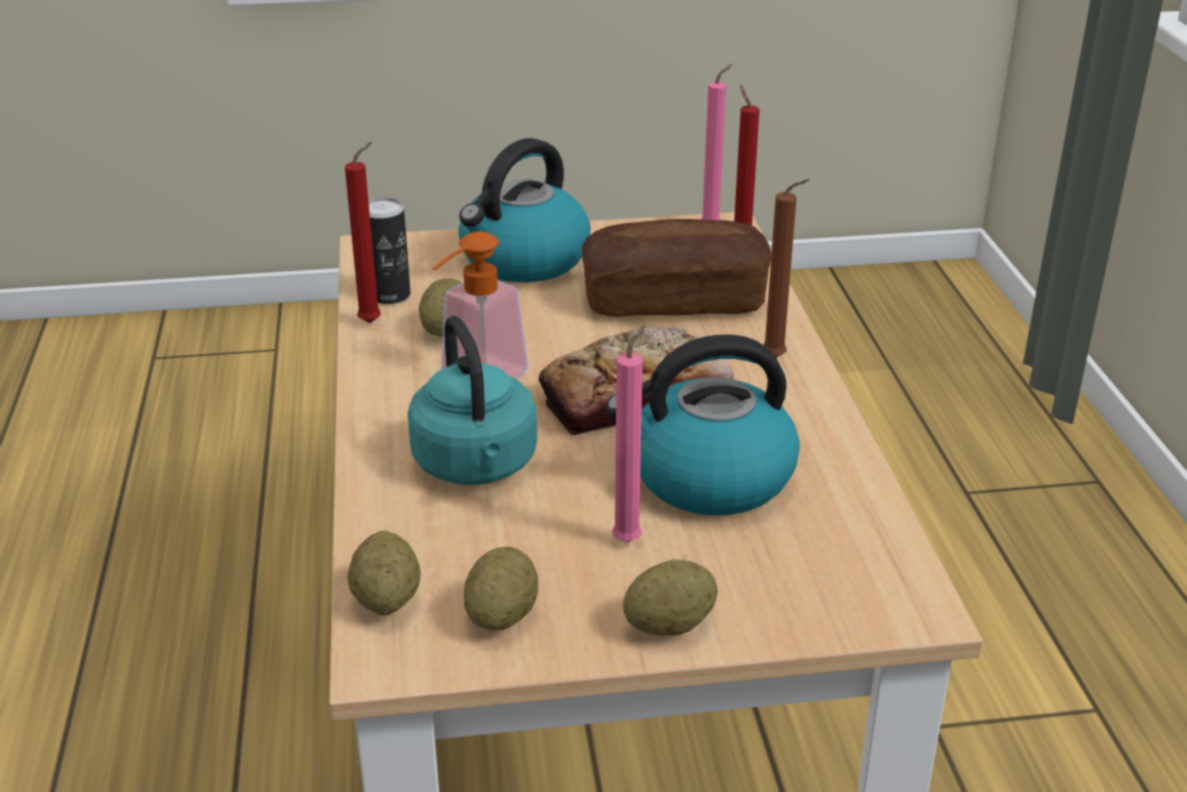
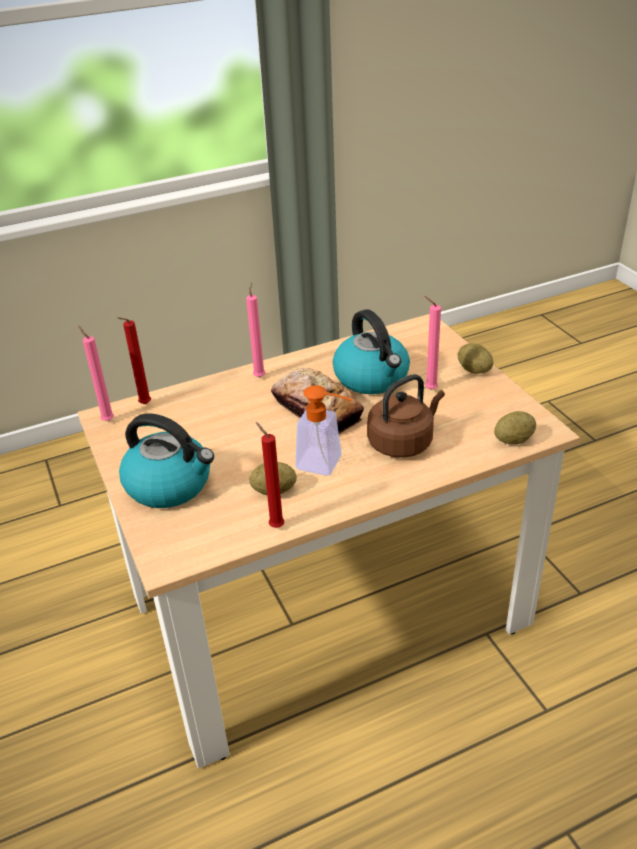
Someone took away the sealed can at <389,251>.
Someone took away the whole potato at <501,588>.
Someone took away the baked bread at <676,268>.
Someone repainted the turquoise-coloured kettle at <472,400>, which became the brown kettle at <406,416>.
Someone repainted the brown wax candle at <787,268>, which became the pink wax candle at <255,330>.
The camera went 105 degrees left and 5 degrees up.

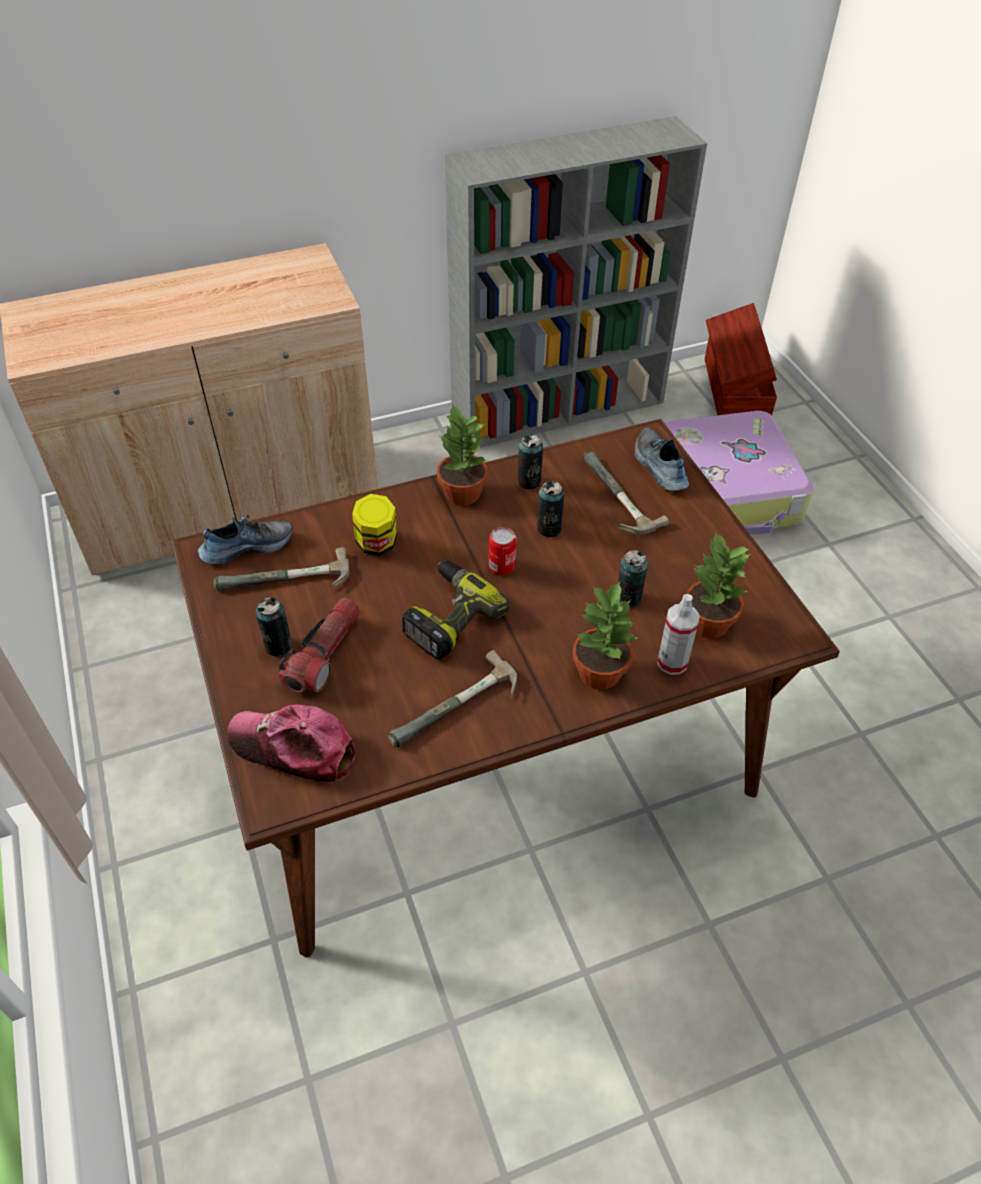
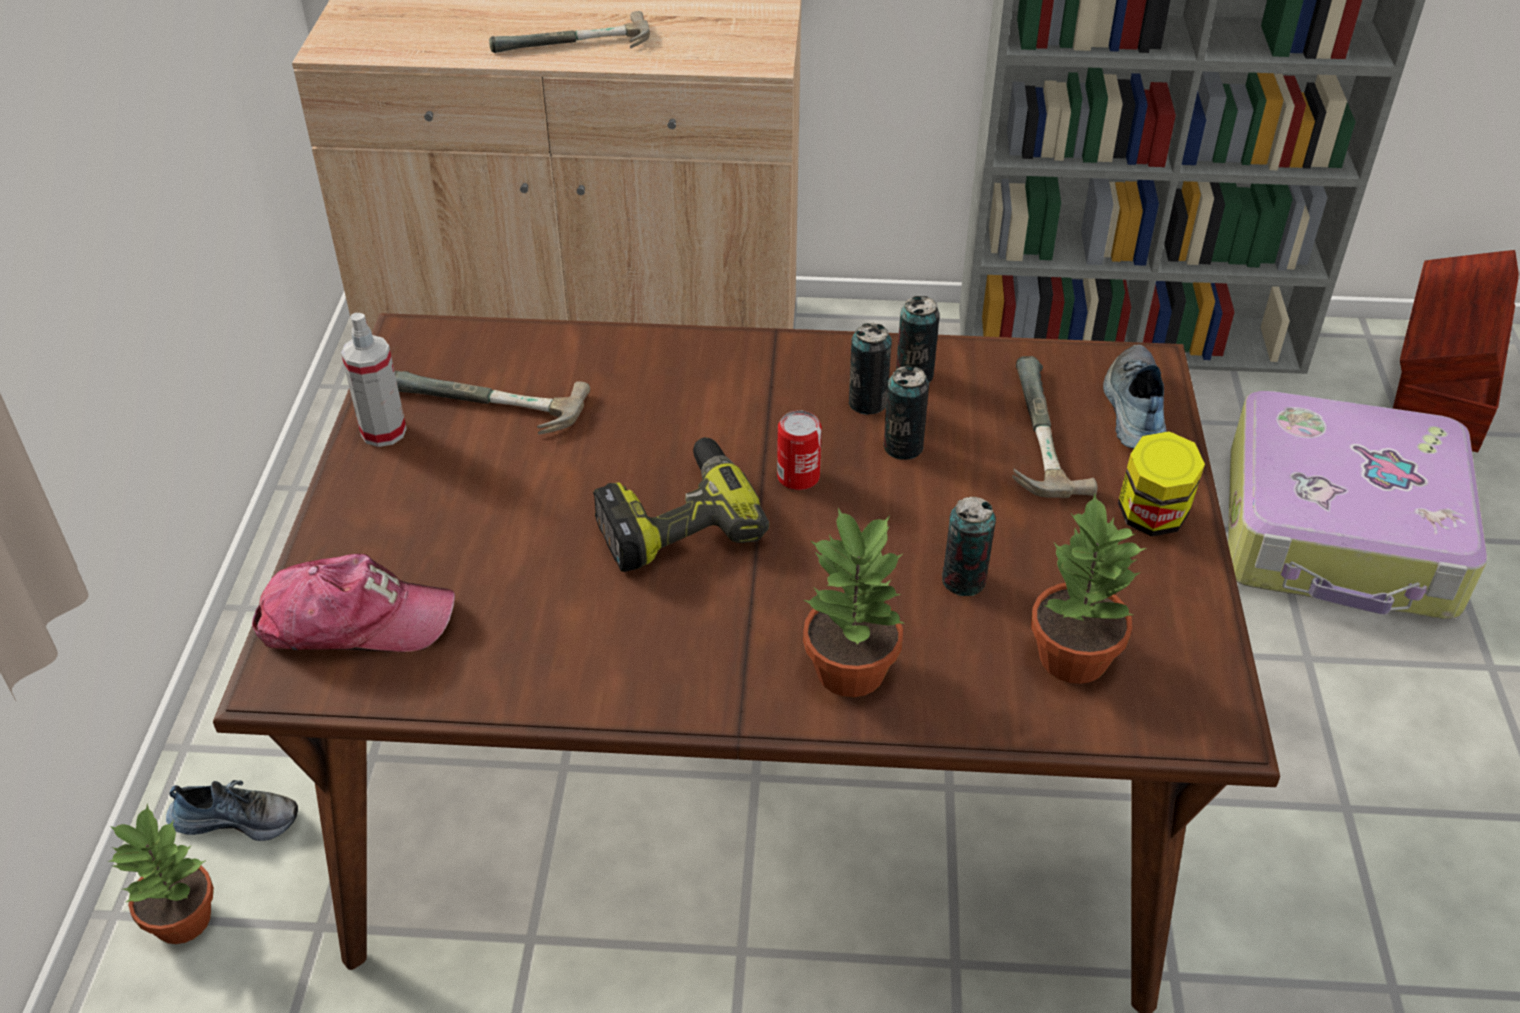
Someone took away the flashlight at <319,645>.
Someone carried the item of footwear from <245,540> to <232,810>.
Someone carried the sealed can from <274,626> to <870,369>.
Someone carried the storage jar from <374,525> to <1161,484>.
Someone carried the hand hammer from <452,698> to <569,32>.
Someone carried the potted plant from <462,454> to <161,873>.
Someone carried the spray bottle from <678,634> to <374,380>.
Someone rotated the baseball cap at <292,742> by 135 degrees clockwise.
The camera went 25 degrees right and 5 degrees down.

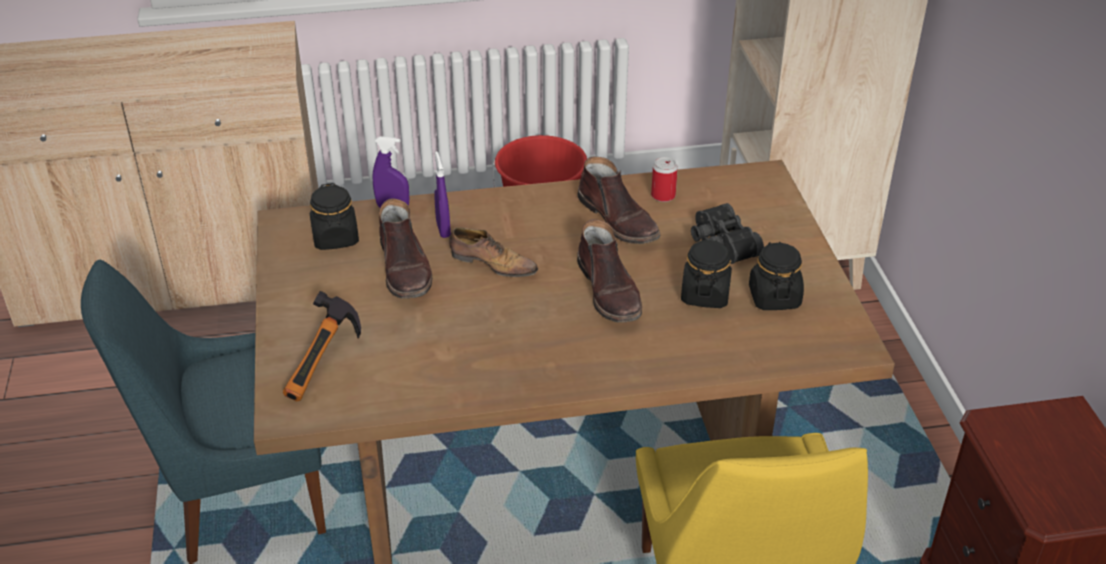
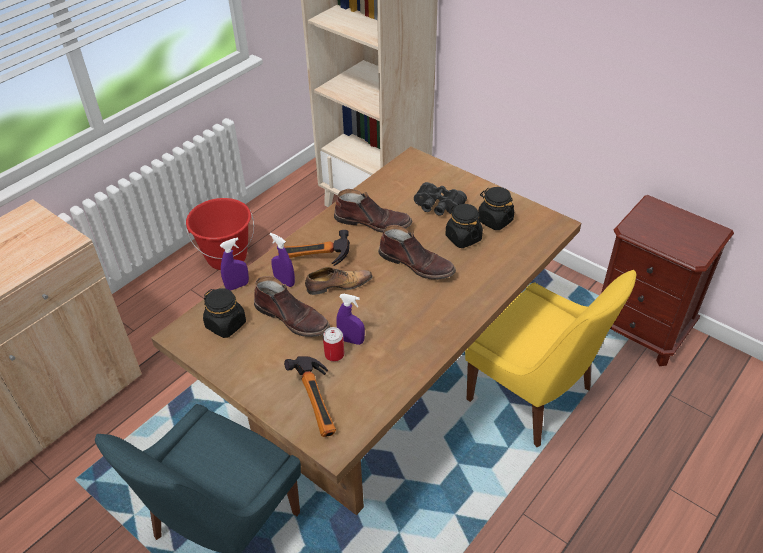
Someone put down the hand hammer at <314,248>.
Someone put down the purple-coloured spray bottle at <350,319>.
Someone carried the sealed can from <664,179> to <333,344>.
The camera went 40 degrees left and 5 degrees up.

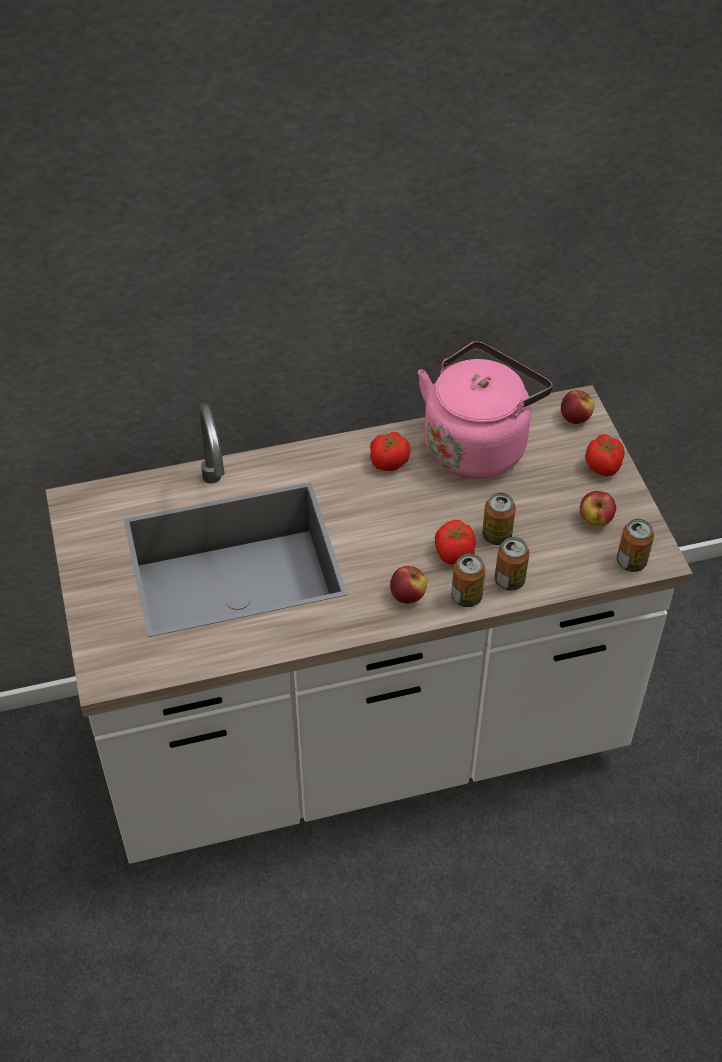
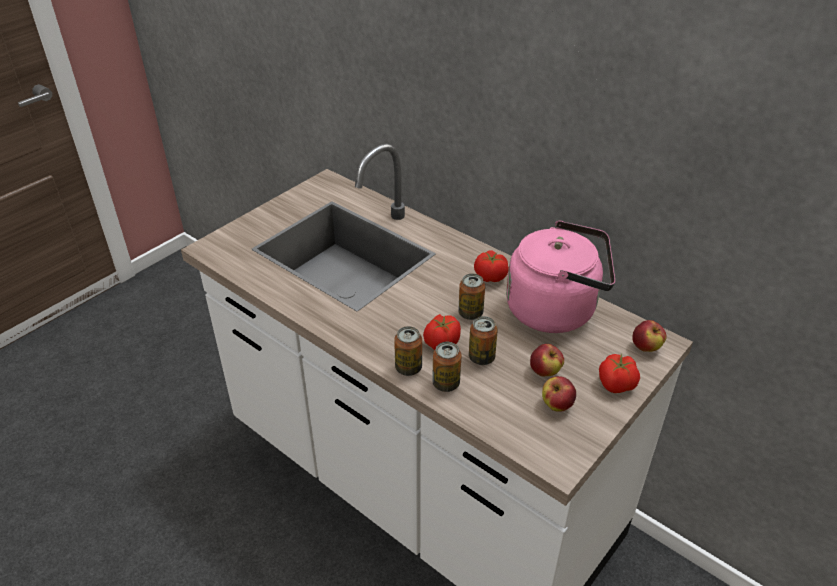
Someone carried the apple fruit from <408,585> to <547,360>.
Someone carried the sealed can from <635,545> to <471,297>.
The camera went 55 degrees right and 10 degrees down.

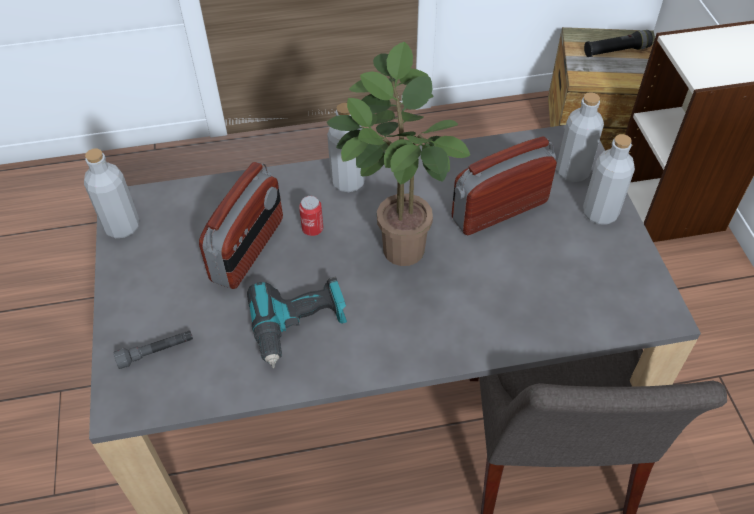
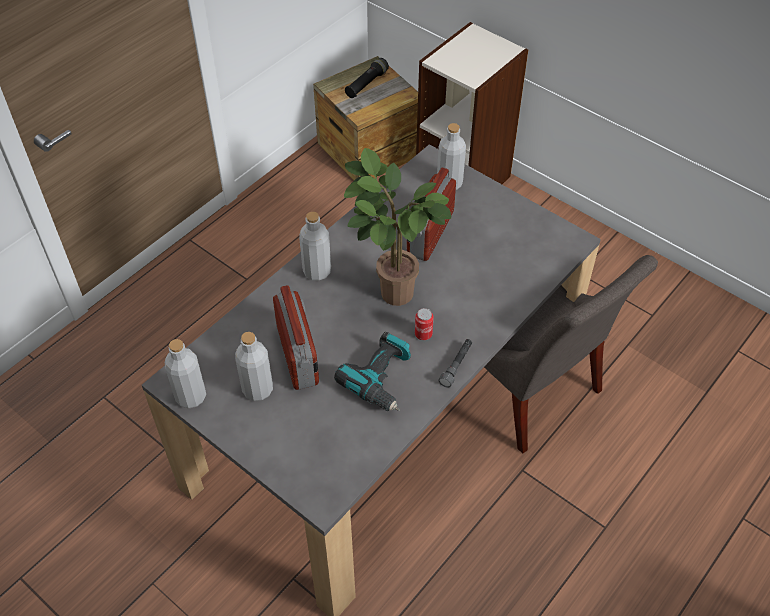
Someone carried the greyish flashlight from <153,349> to <455,363>.
Someone carried the sealed can from <311,216> to <424,324>.
Someone carried the greyish beverage bottle from <609,179> to <254,366>.
The camera went 40 degrees left and 0 degrees up.

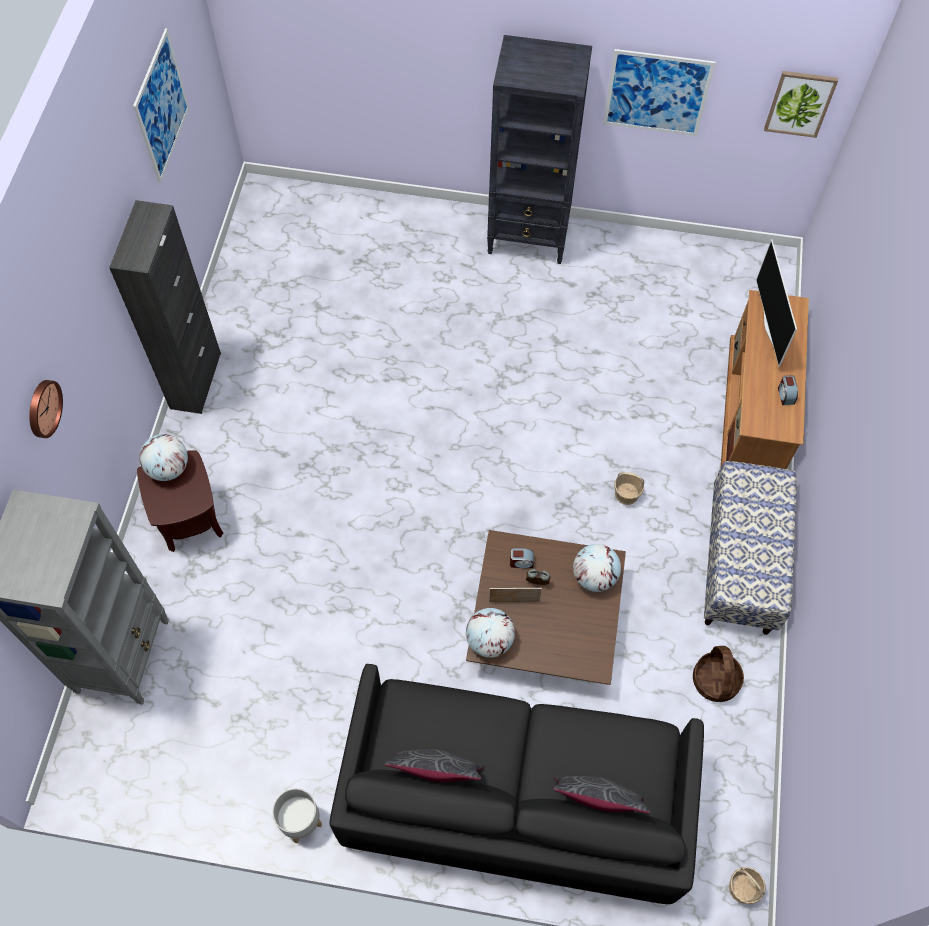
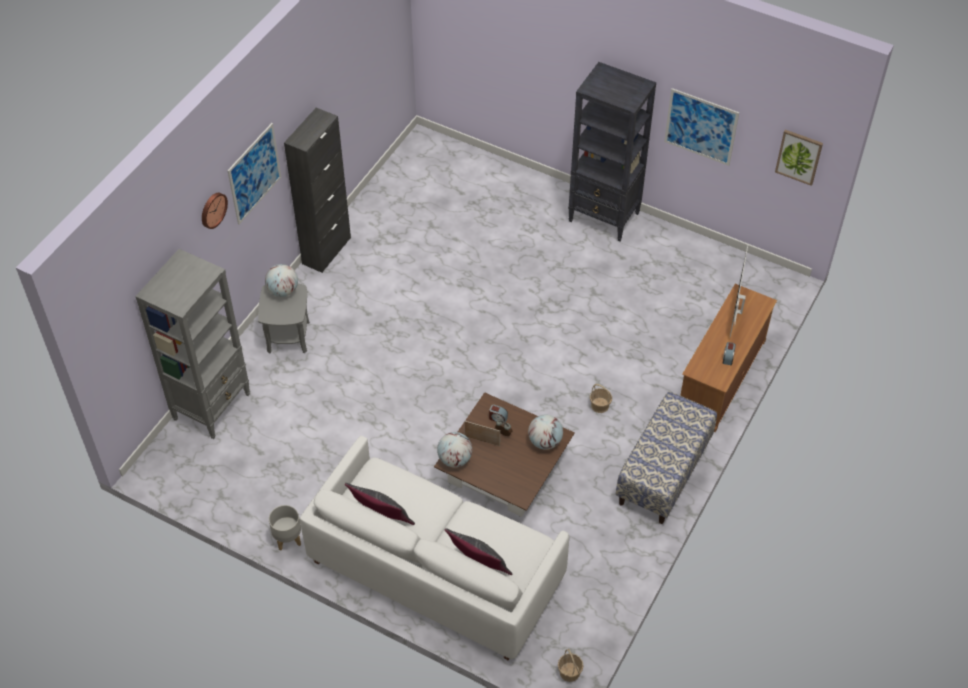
Someone took away the storage basket at <718,674>.
Someone carried the picture from <161,105> to <254,173>.
Someone repainted the brown side table at <180,501>, which became the greyish side table at <284,318>.
Someone repainted the blackish couch at <517,784>, which became the whitish couch at <434,548>.
The camera went 20 degrees right and 10 degrees down.

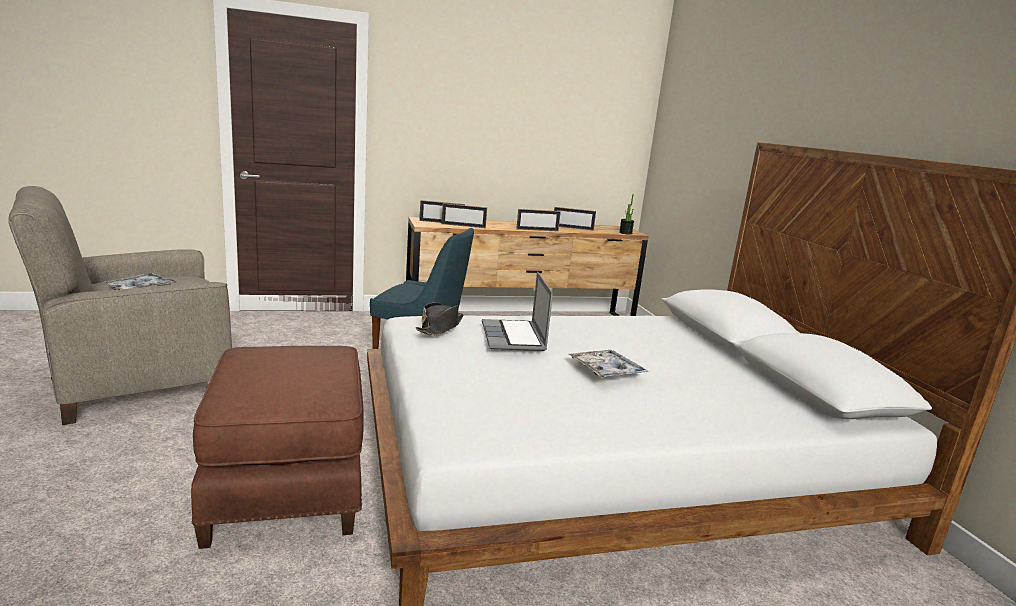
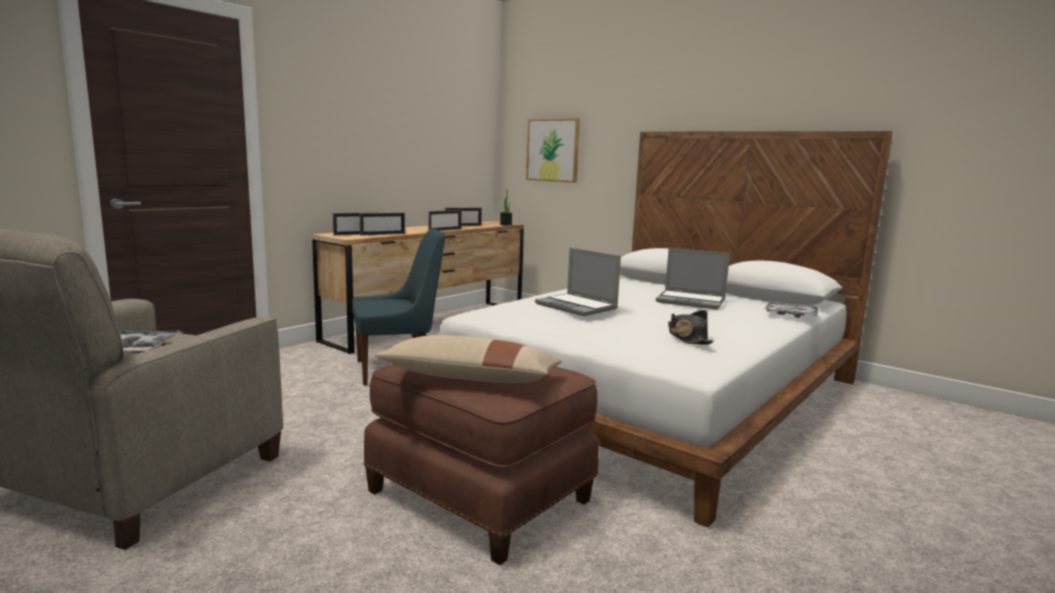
Someone put down the sand-coloured pillow at <468,359>.
Someone put up the picture at <553,150>.
Someone put down the portable computer at <693,279>.
Someone carried the blackish hat from <440,318> to <690,327>.
Someone carried the serving tray from <609,364> to <791,310>.
The camera went 35 degrees left and 5 degrees down.

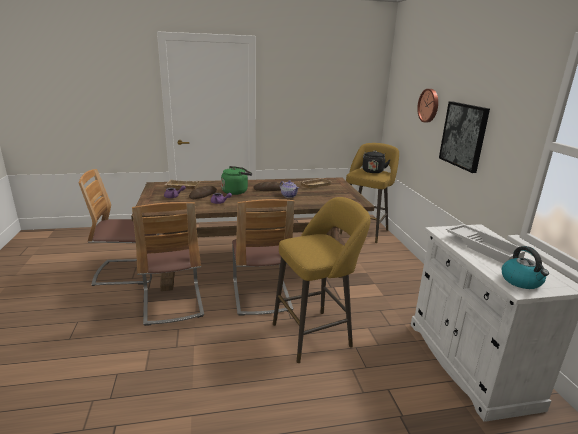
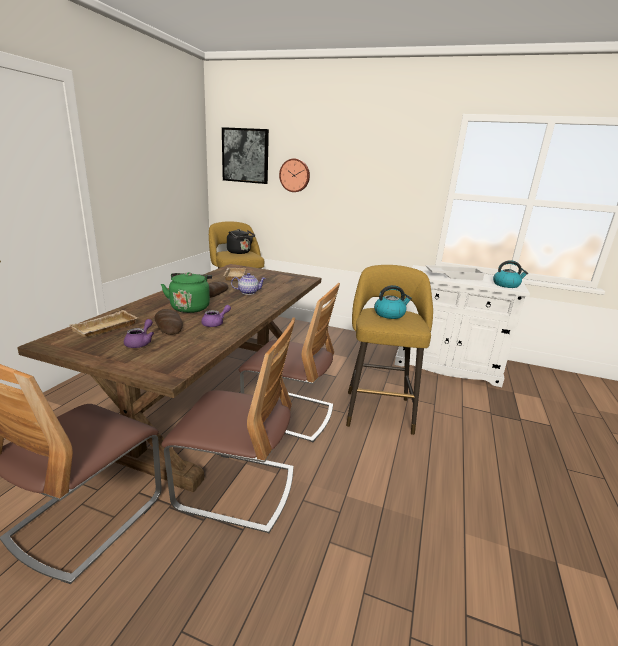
Someone put down the kettle at <393,302>.
Someone carried the picture from <464,137> to <245,155>.
The camera went 60 degrees left and 0 degrees up.

